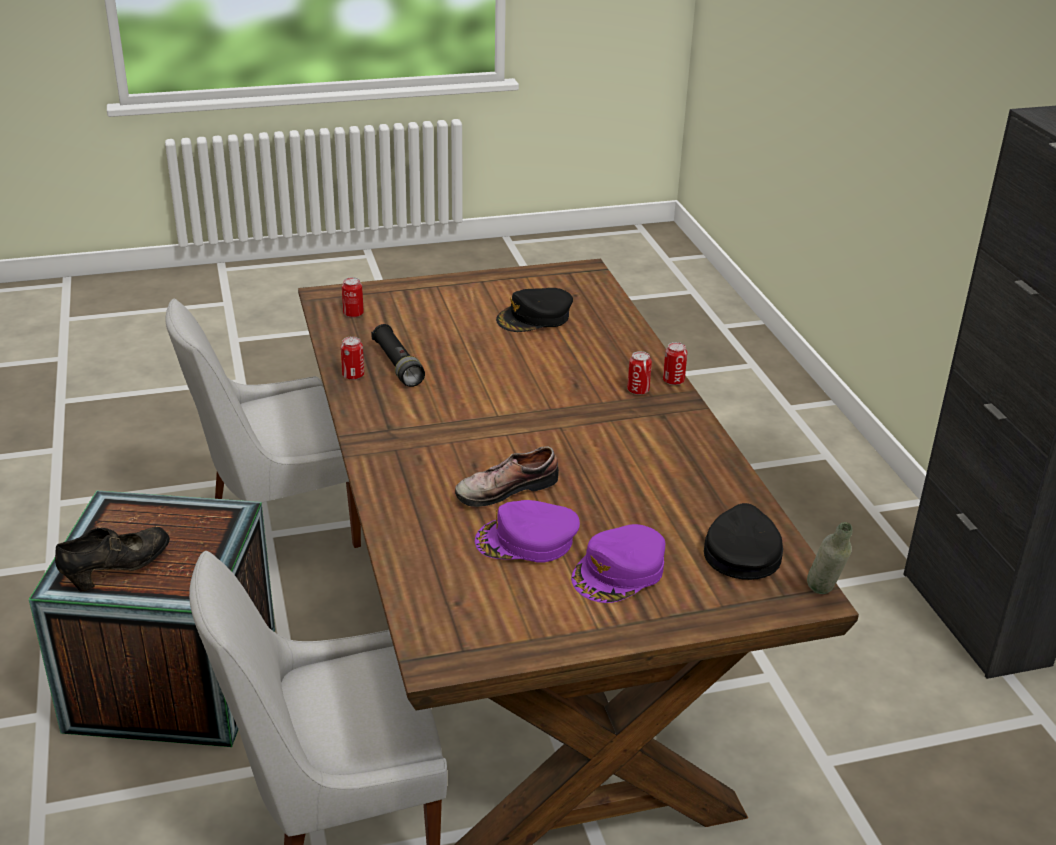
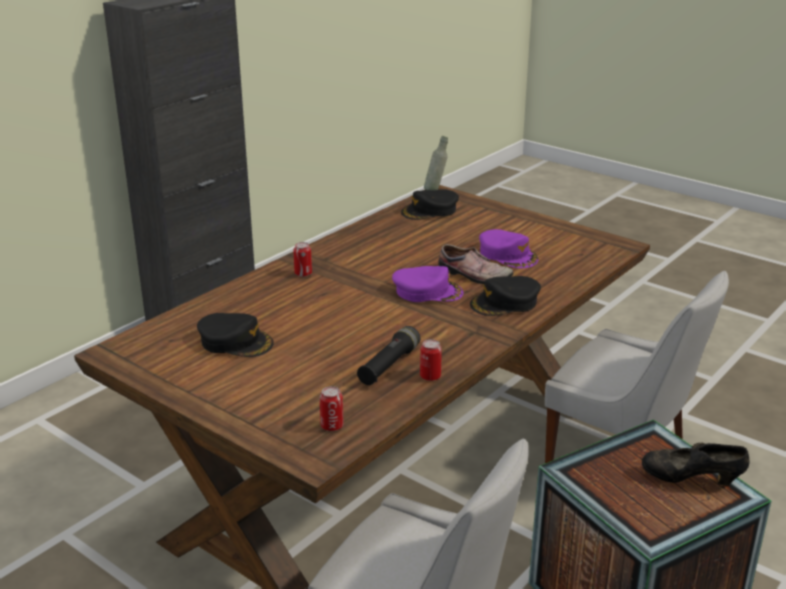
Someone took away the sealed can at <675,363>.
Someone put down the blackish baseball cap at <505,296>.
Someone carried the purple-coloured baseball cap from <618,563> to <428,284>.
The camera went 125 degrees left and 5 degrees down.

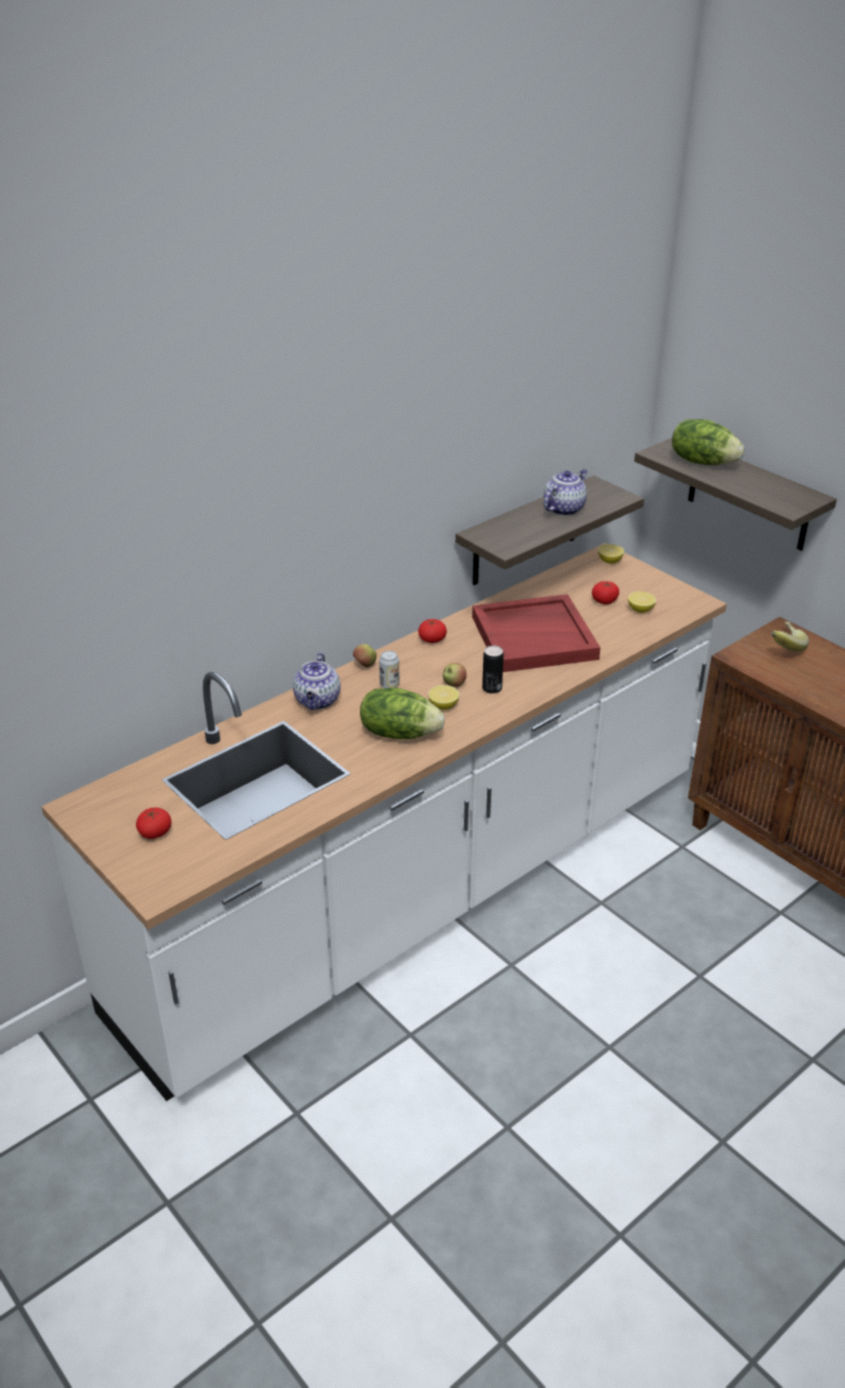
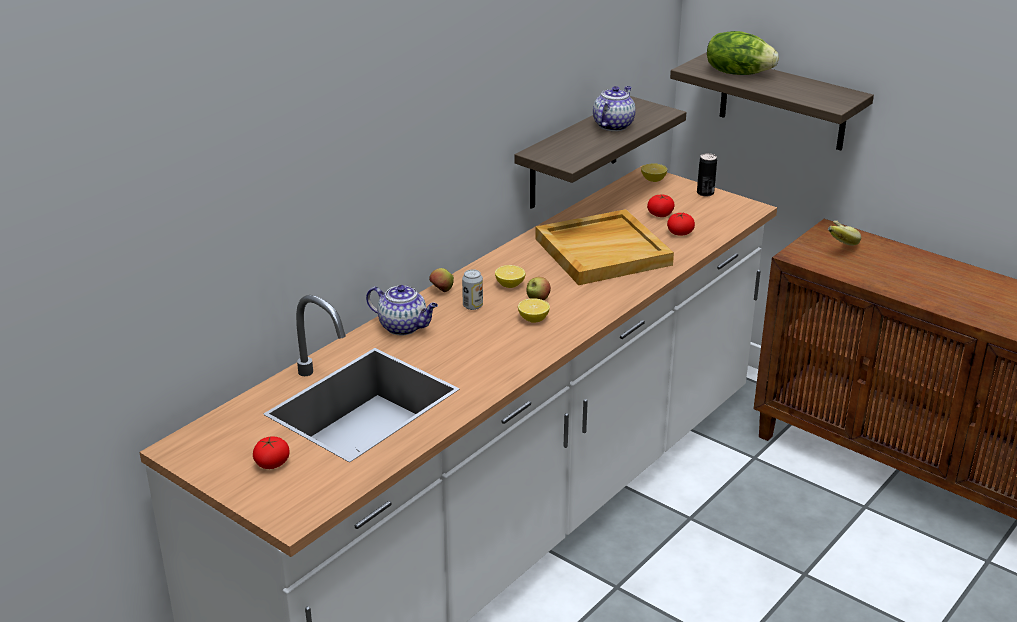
Someone took away the lettuce head at <402,713>.
Someone carried the whole tomato from <432,631> to <681,224>.
Someone carried the sealed can from <493,670> to <707,175>.
Someone carried the citrus fruit from <642,602> to <510,276>.
Someone repainted the red-coloured serving tray at <536,633>, which became the sand-coloured serving tray at <604,247>.
Someone rotated the pot for tea at <317,681> by 60 degrees counterclockwise.
The camera went 10 degrees left and 5 degrees down.

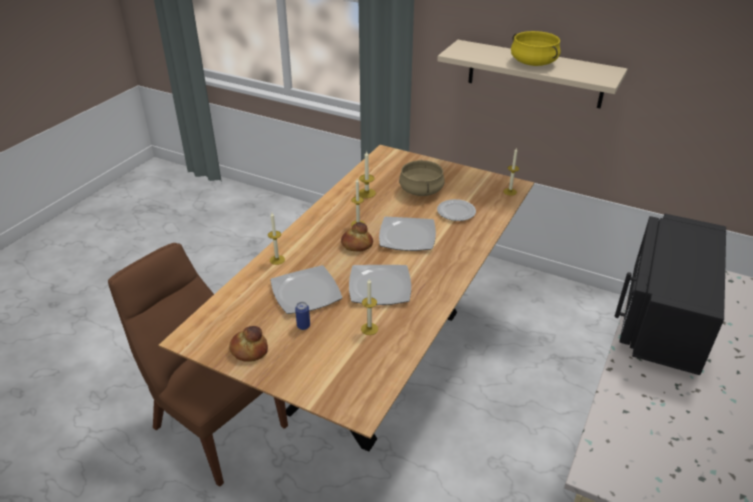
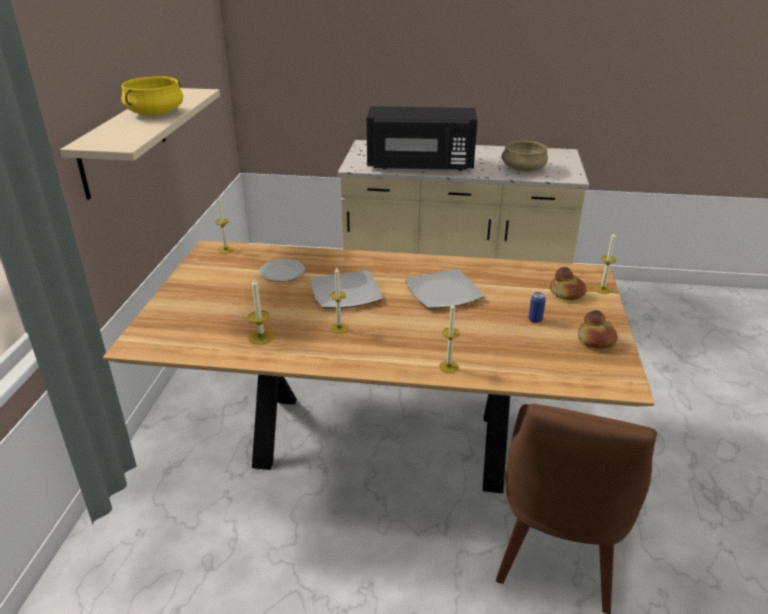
Someone took away the dinner plate at <306,289>.
Someone carried the baked bread from <357,236> to <568,283>.
Someone carried the wax candle from <369,307> to <605,263>.
Someone carried the sand-coloured cooking pot from <421,178> to <525,156>.
The camera went 110 degrees left and 5 degrees down.

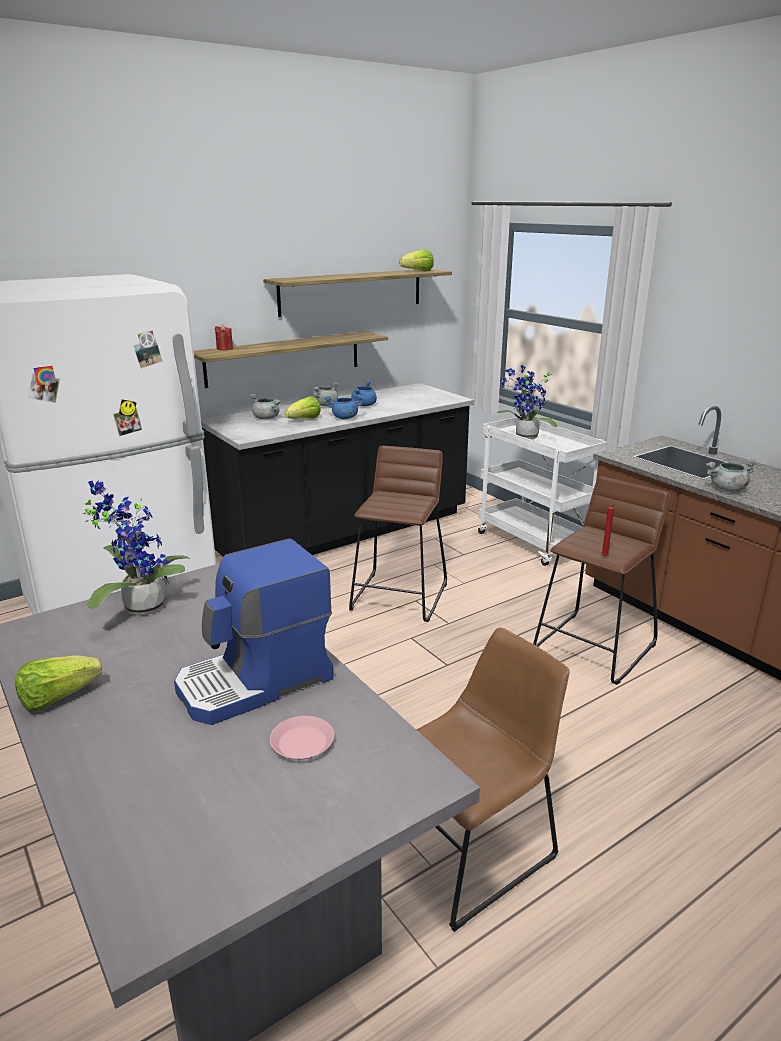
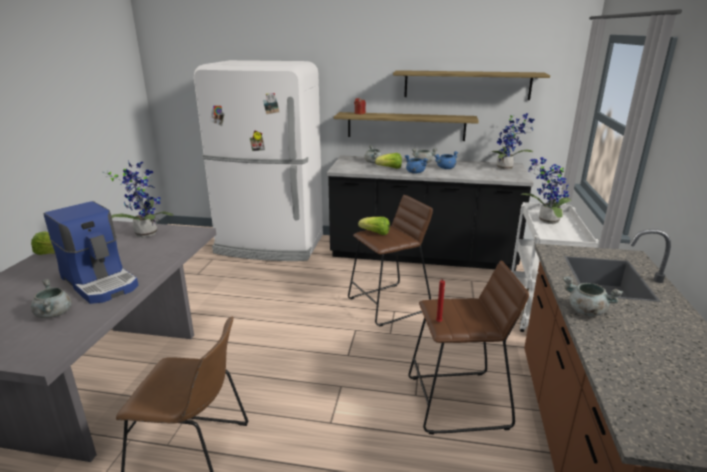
Someone put down the potted plant at <513,141>.
Someone carried the lettuce head from <416,260> to <374,226>.
Someone swapped the pink dinner plate at <302,738> for the greyish cooking pot at <51,298>.
Someone rotated the coffee maker at <254,632> by 150 degrees counterclockwise.
The camera went 45 degrees right and 0 degrees up.

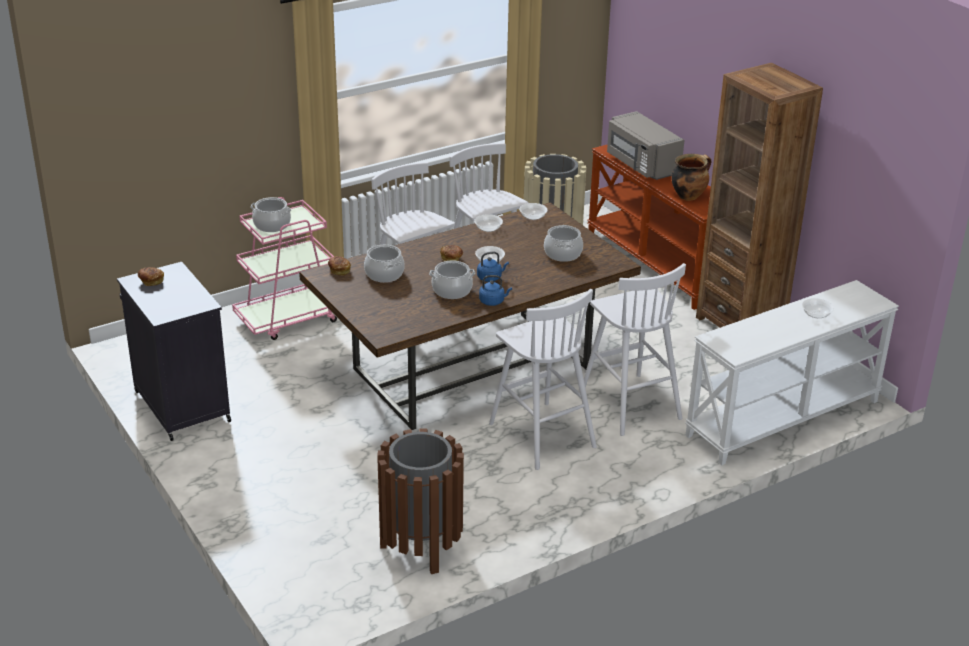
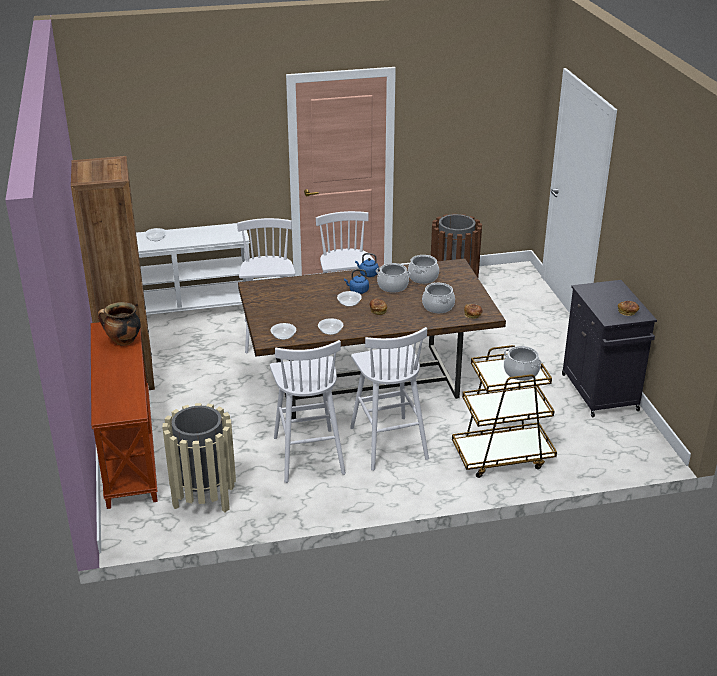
Someone took away the greyish microwave oven at <645,145>.
Someone carried the cooking pot from <563,243> to <423,269>.
Someone repainted the pink wheeled cart at <284,268>, which became the brown wheeled cart at <504,411>.
The camera went 160 degrees left and 0 degrees up.

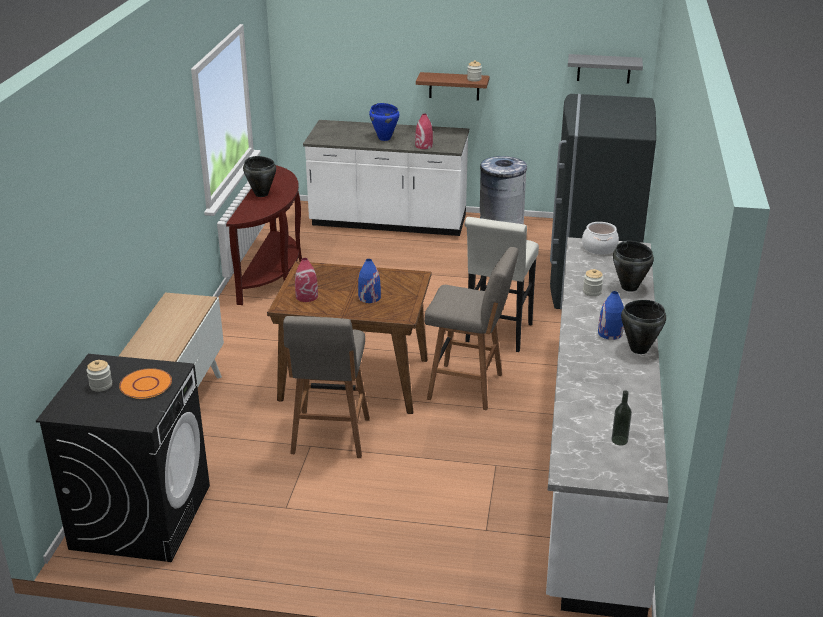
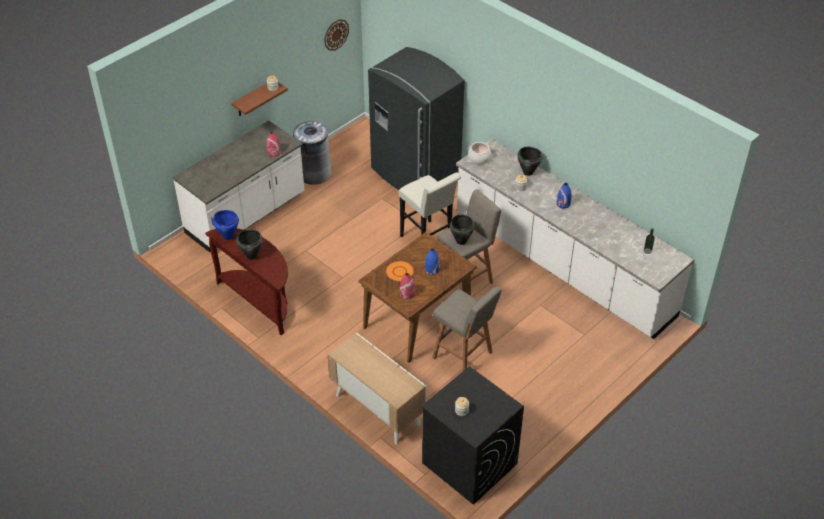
Someone carried the orangey dinner plate from <145,383> to <400,271>.
Someone carried the blue cooking pot from <384,122> to <226,225>.
Someone carried the blackish cooking pot from <643,327> to <462,229>.
Someone swapped the greyish shelf at <605,69> for the clock on the wall at <336,35>.
The camera went 55 degrees left and 15 degrees up.

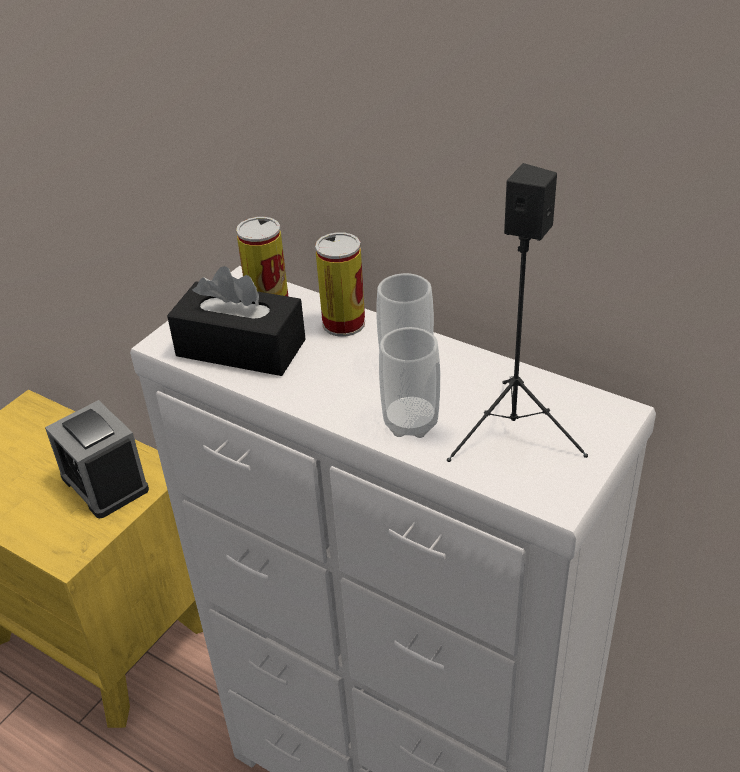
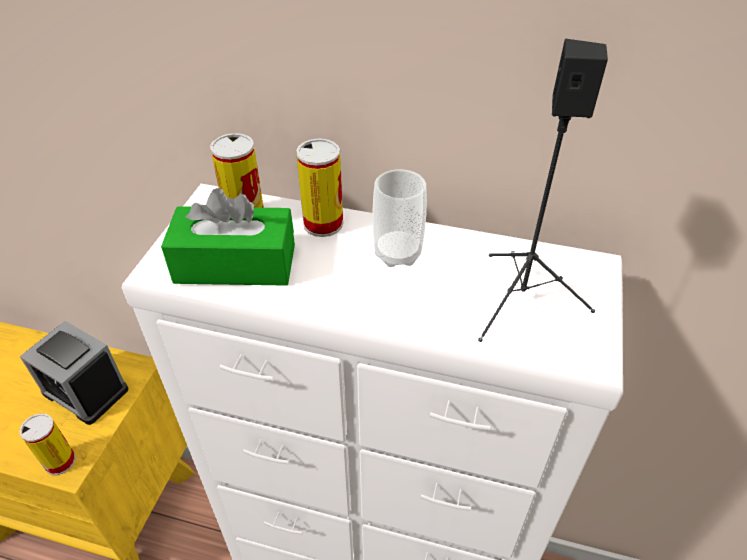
Someone took away the cup at <409,382>.
Someone put down the sealed can at <47,444>.
Someone repainted the blackish tissue box at <236,321>, which became the green-coloured tissue box at <228,237>.
The camera went 20 degrees left and 5 degrees up.

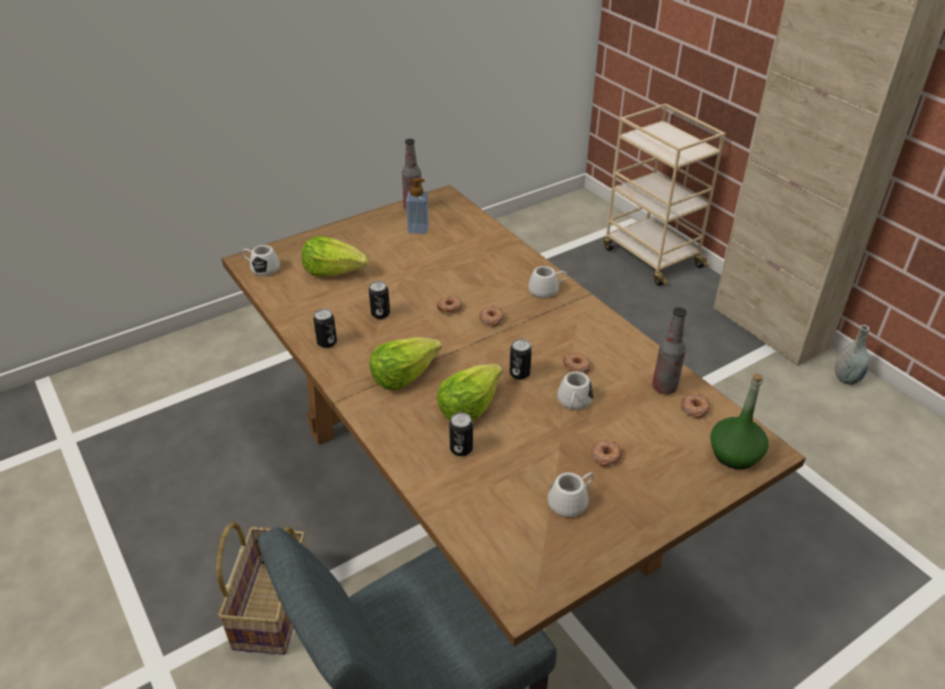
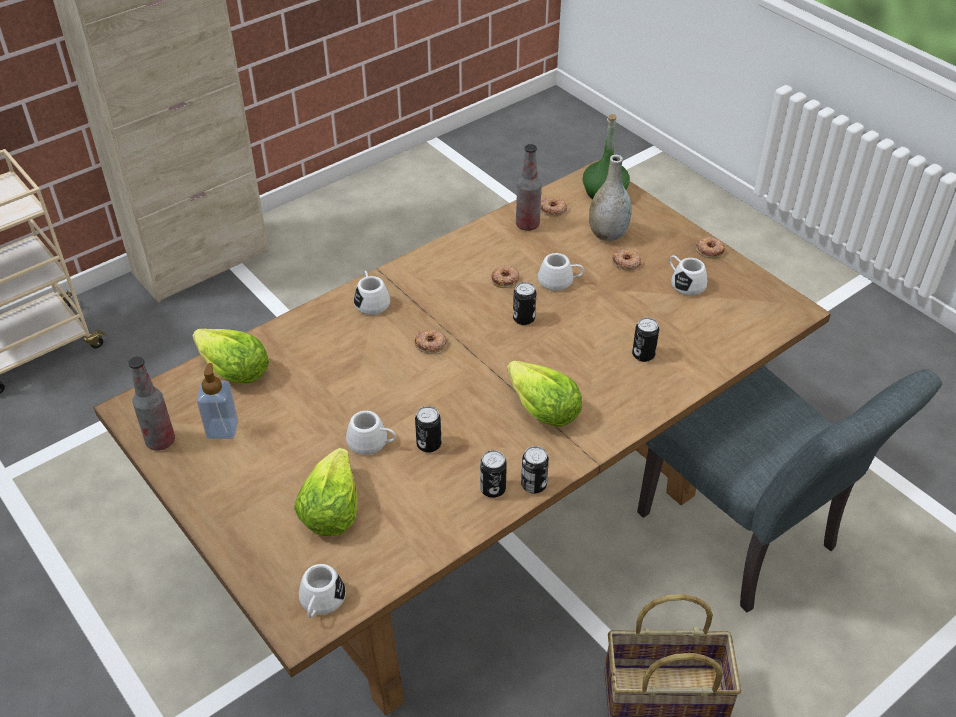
Someone put down the whitish coffee mug at <371,433>.
Someone put down the sealed can at <535,470>.
Someone carried the lettuce head from <469,392> to <230,356>.
Someone carried the ring doughnut from <449,305> to <710,248>.
Someone carried the greyish decorative vase from <852,355> to <610,198>.
The camera went 95 degrees left and 5 degrees up.

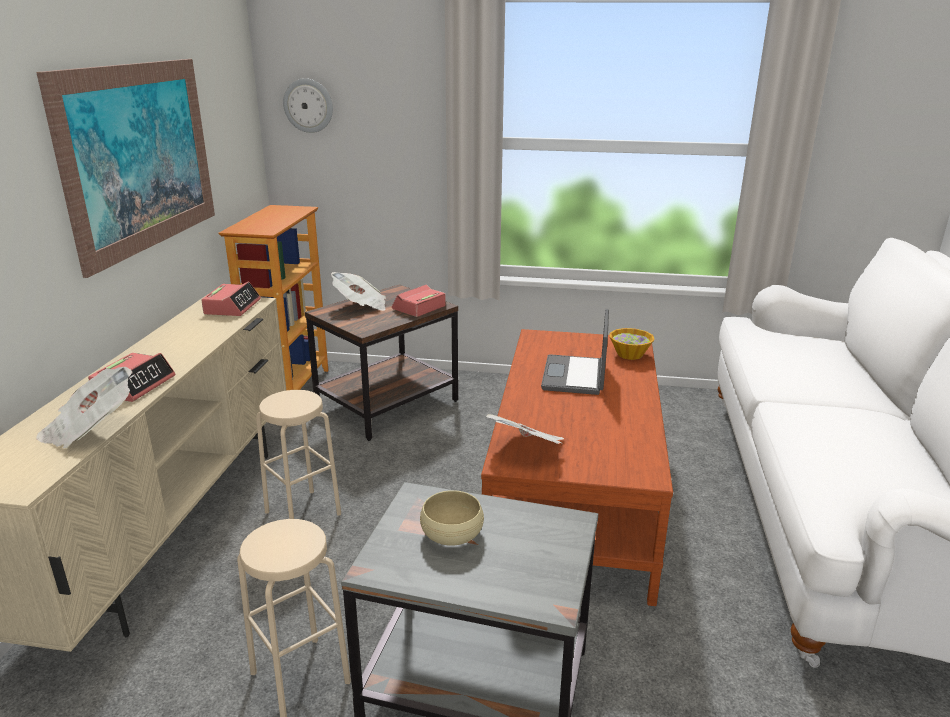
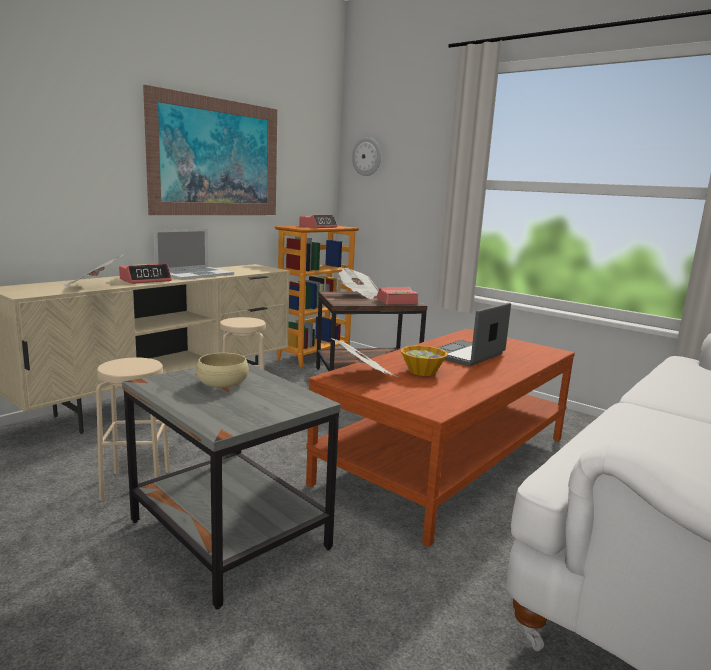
Someone put down the portable computer at <193,254>.
Someone carried the table clock from <231,298> to <318,221>.
Someone carried the deep dish from <631,344> to <424,360>.
The camera went 30 degrees right and 10 degrees down.

